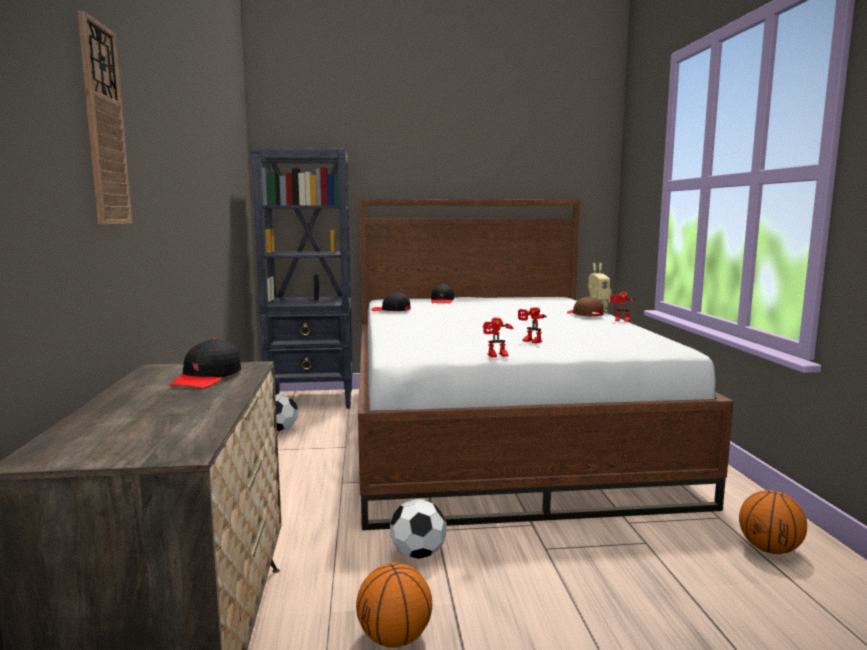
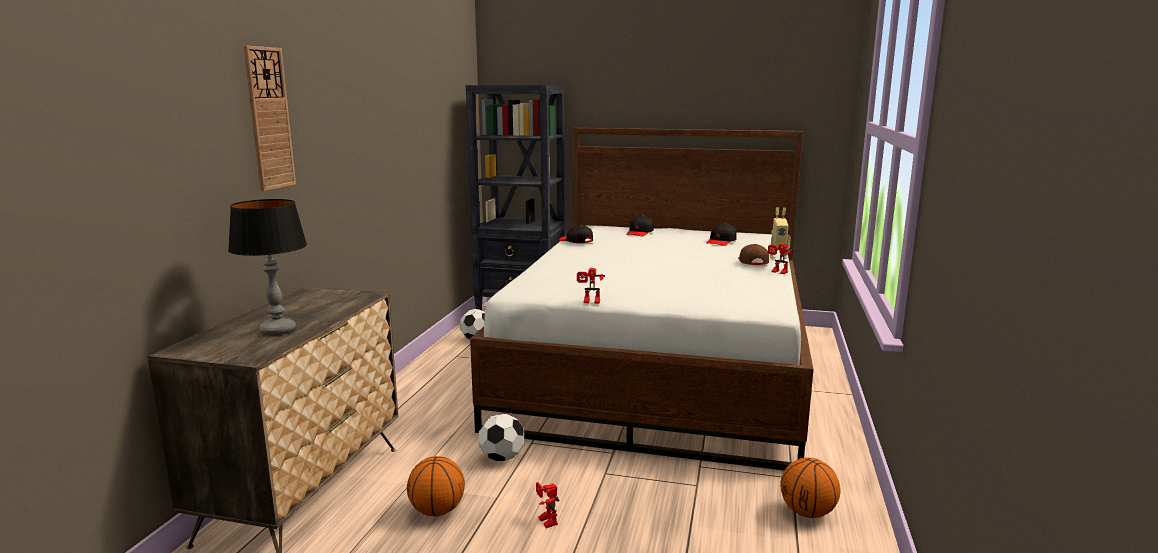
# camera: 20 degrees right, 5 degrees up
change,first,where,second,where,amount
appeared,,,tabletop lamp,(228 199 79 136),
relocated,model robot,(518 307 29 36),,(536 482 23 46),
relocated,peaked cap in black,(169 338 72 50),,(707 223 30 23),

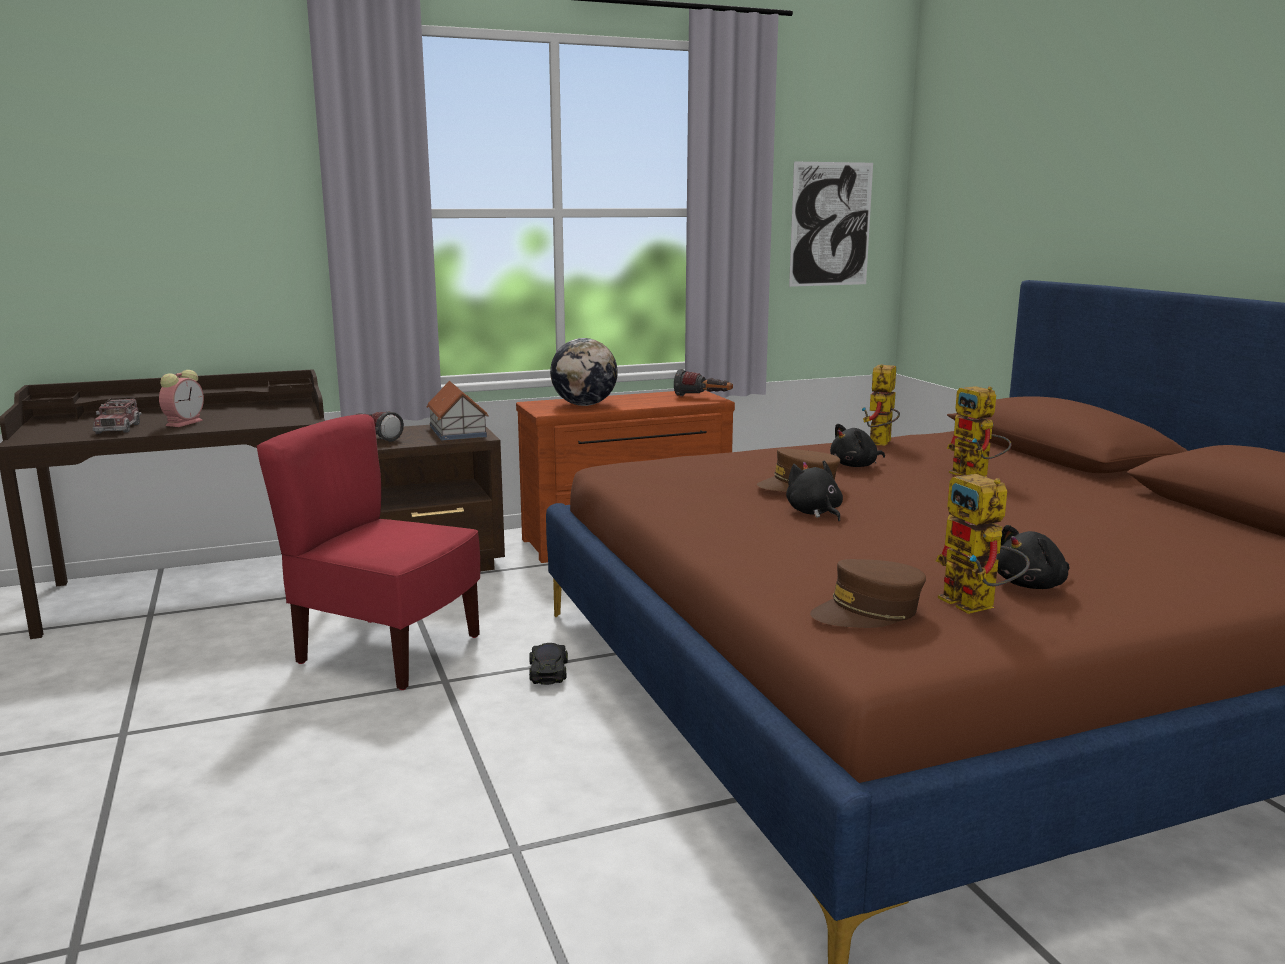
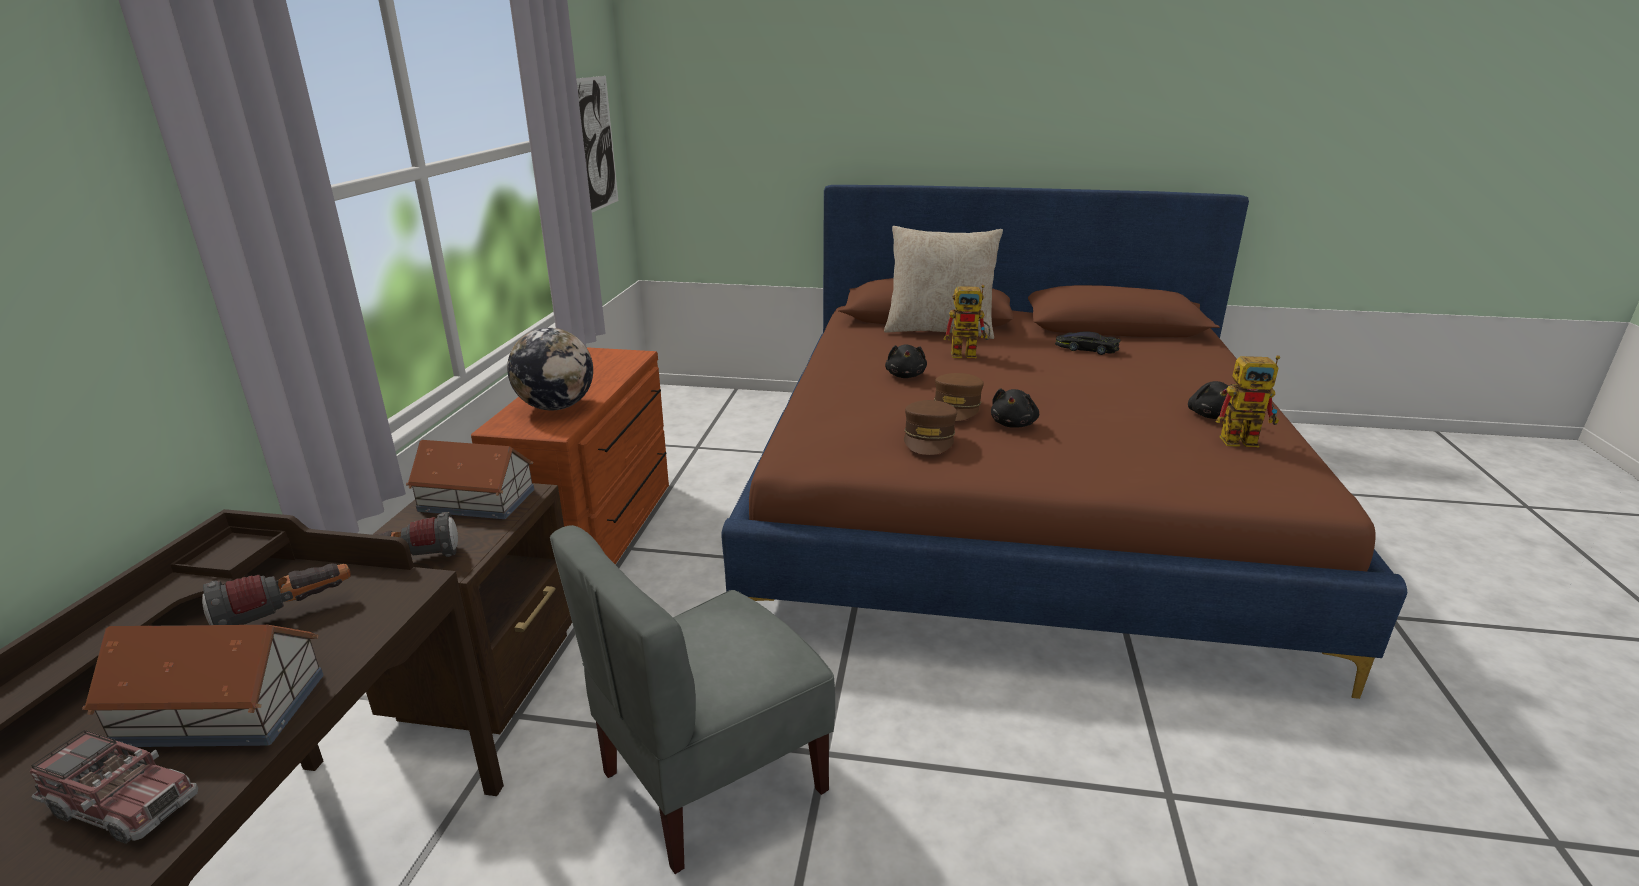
# camera: 60 degrees left, 10 degrees up
change,first,where,second,where,amount
exchanged,alarm clock,(159 370 45 57),model house,(82 625 242 122),
relocated,hand torch,(674 369 59 27),,(202 563 149 62),
colour,upright chair in reddish,(257 414 223 276),upright chair in gray,(550 525 285 349),
appeared,,,pillow in beige-coloured,(884 226 119 113),
relocated,peaked cap in brownish,(810 559 116 69),,(904 400 53 55),
spun,plush toy in black,(786 461 57 60),,(991 388 48 40),75 degrees counterclockwise
relocated,toy car in black,(529 643 39 42),,(1055 331 66 24),
missing,model robot,(862 364 38 82),,,

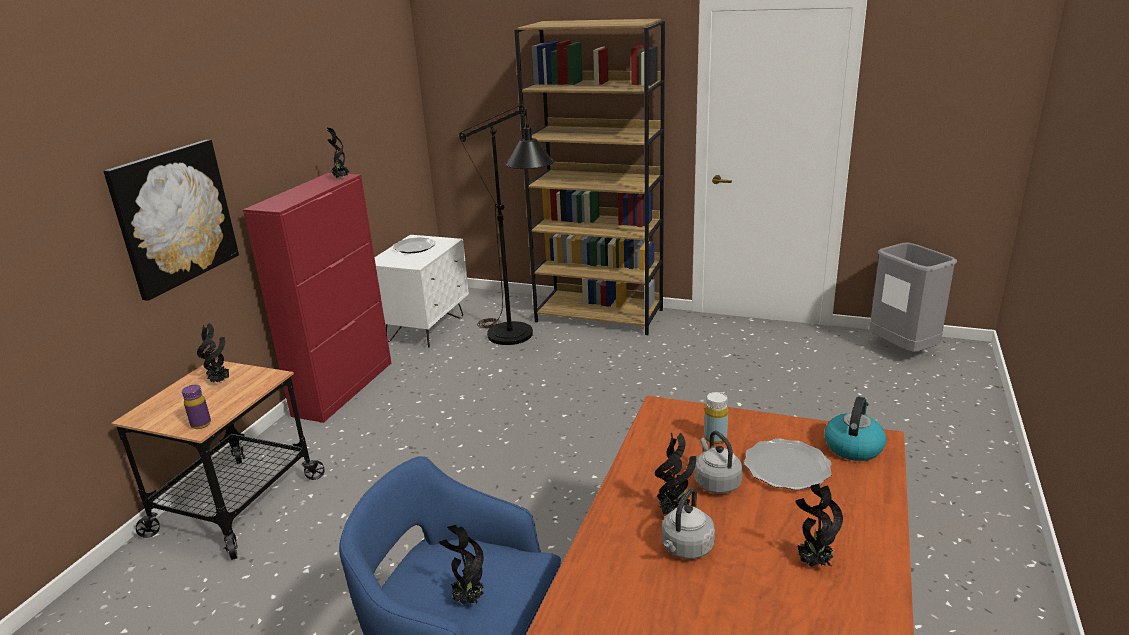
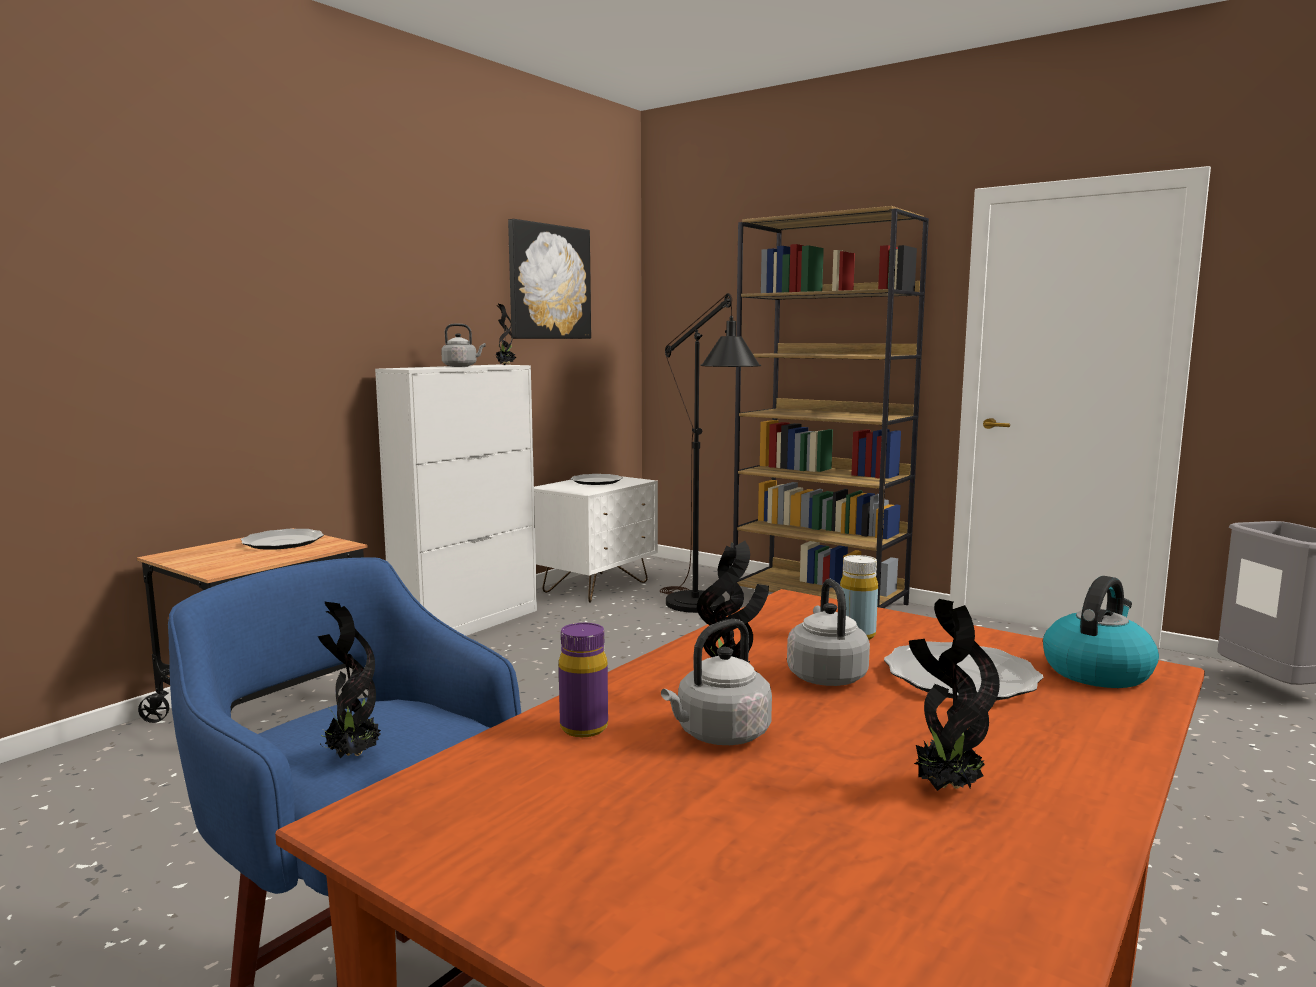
# camera: 15 degrees right, 15 degrees down
change,first,where,second,where,amount
exchanged,plant in a pot,(197 323 32 60),plate,(240 529 84 21),
colour,cabinet in reddish,(243 173 148 250),cabinet in white-coloured,(375 365 162 271),
appeared,,,kettle in gray,(441 323 45 44),
relocated,wall art,(103 140 136 161),,(508 219 83 120),
relocated,drink bottle in purple-coloured,(182 385 29 44),,(559 623 49 114),

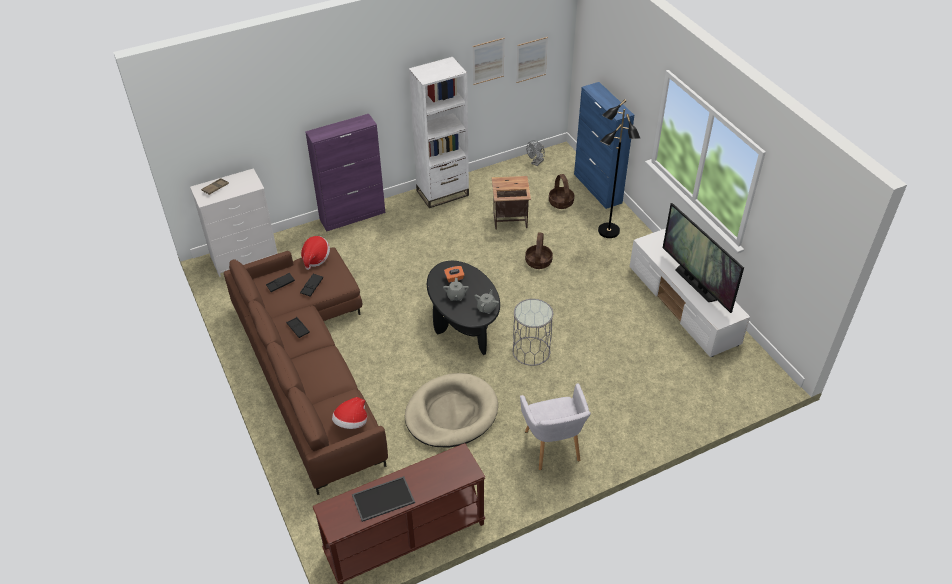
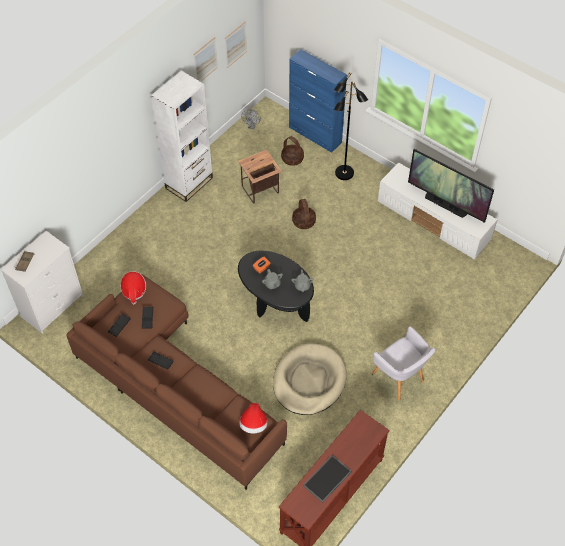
# camera: 25 degrees left, 10 degrees up
change,first,where,second,where,amount
missing,cabinet in purple-coloured,(305 114 80 117),,,
missing,side table in gray,(512 299 41 67),,,

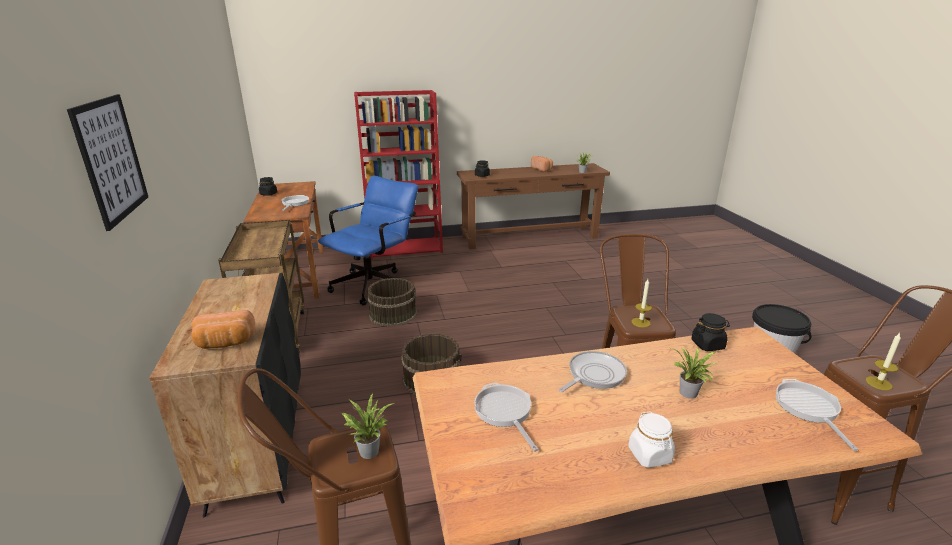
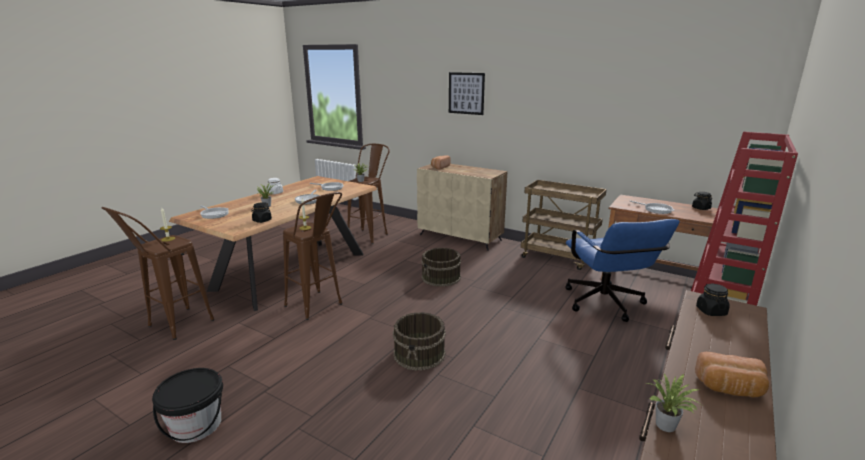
# camera: 135 degrees right, 5 degrees down
change,first,where,second,where,amount
relocated,pail in brownish,(367 278 50 49),,(393 312 53 59),
colour,cabinet in black,(149 273 152 244),cabinet in beige-coloured,(417 164 90 87),

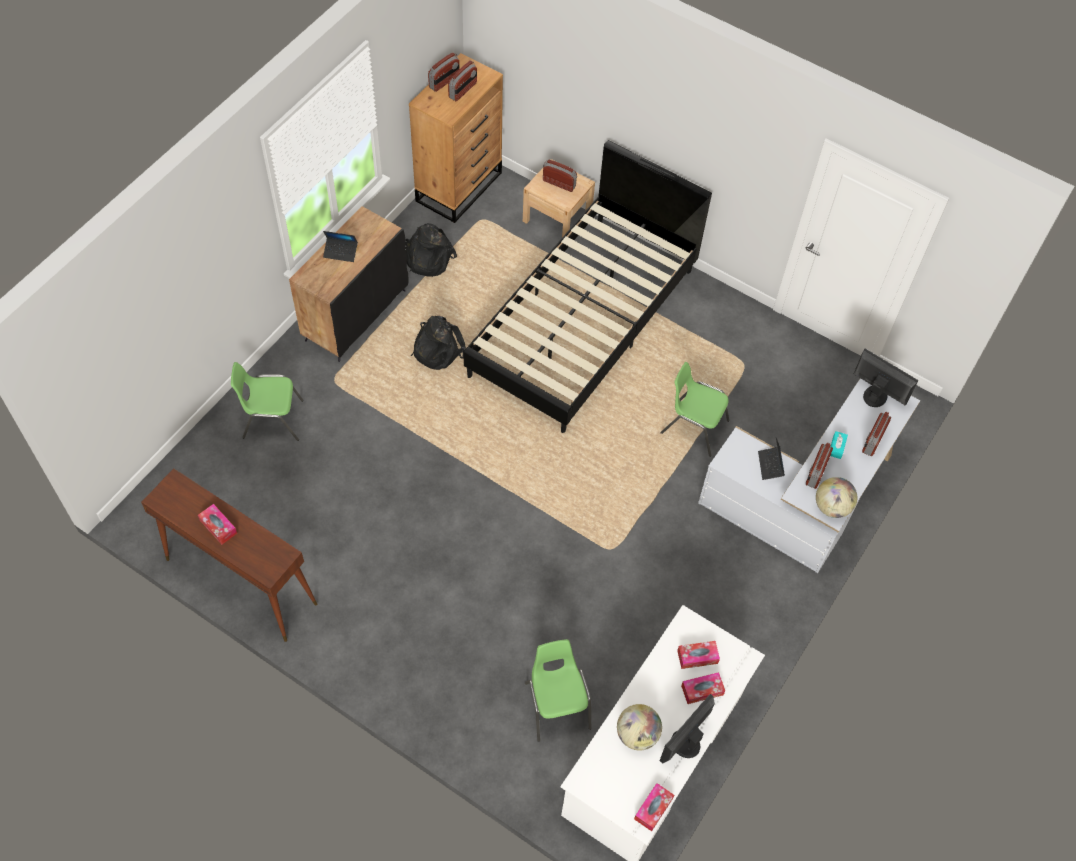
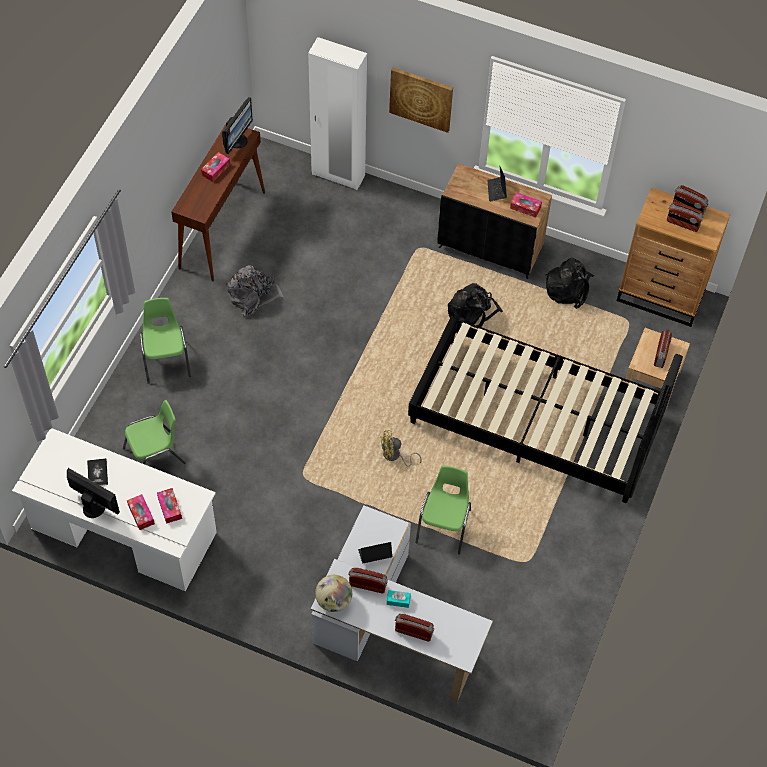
# camera: 80 degrees right, 0 degrees up
change,first,where,second,where,amount
exchanged,globe,(617 704 45 46),book,(87 458 21 28),
relocated,upright chair in green,(231 362 72 79),,(140 298 51 86),
relocated,computer screen,(854 348 65 59),,(222 97 31 57),
appeared,,,knapsack in gray,(227 265 56 51),
appeared,,,wardrobe in white-coloured,(308 37 59 153),
appeared,,,fan in yellow-coloured,(380 430 41 37),
appeared,,,wall art,(389 67 64 66),
relocated,tissue box,(634 783 40 48),,(510 192 32 26),

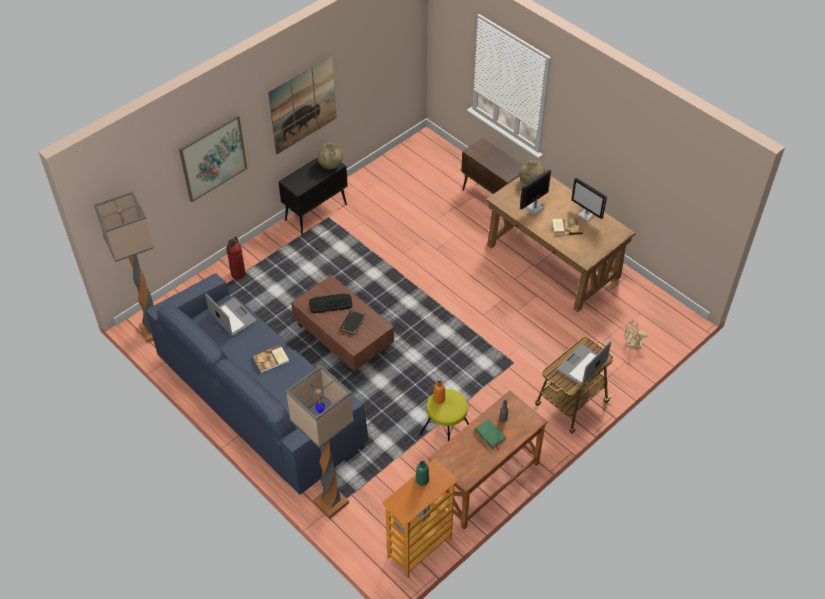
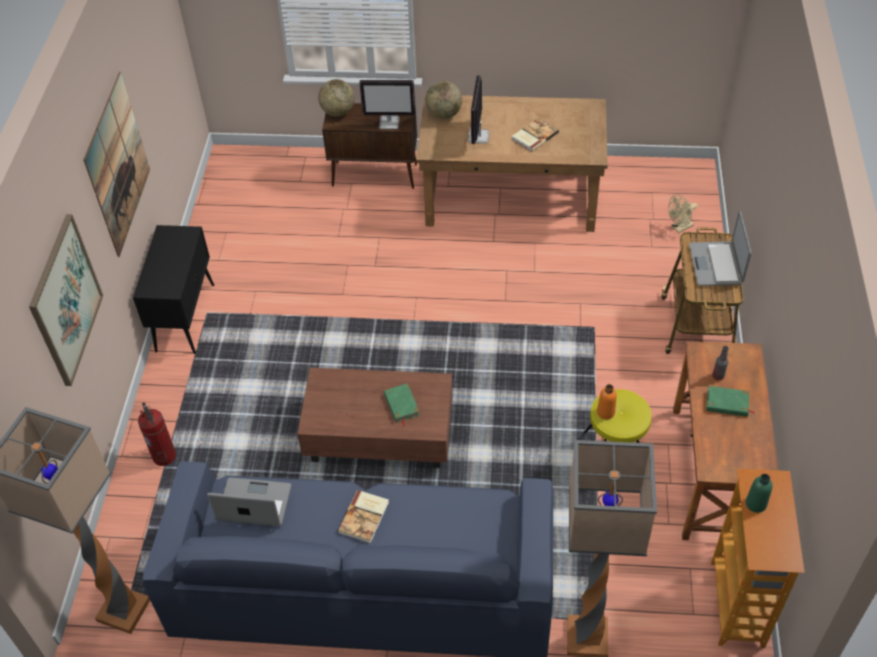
# camera: 40 degrees left, 0 degrees up
change,first,where,second,where,amount
relocated,globe,(317 143 26 26),,(318 79 37 37),
relocated,computer screen,(571 178 36 44),,(359 80 57 49),
colour,book in black,(340 310 25 25),book in green,(384 383 36 43),
missing,keyboard,(309 294 44 19),,,

